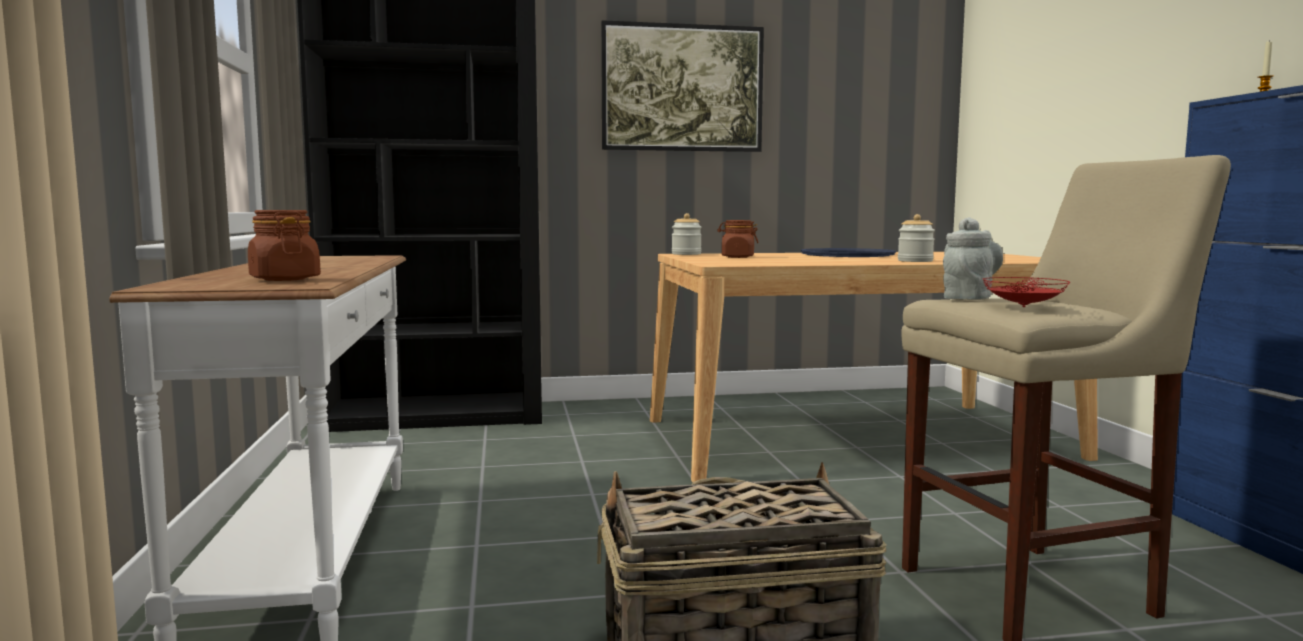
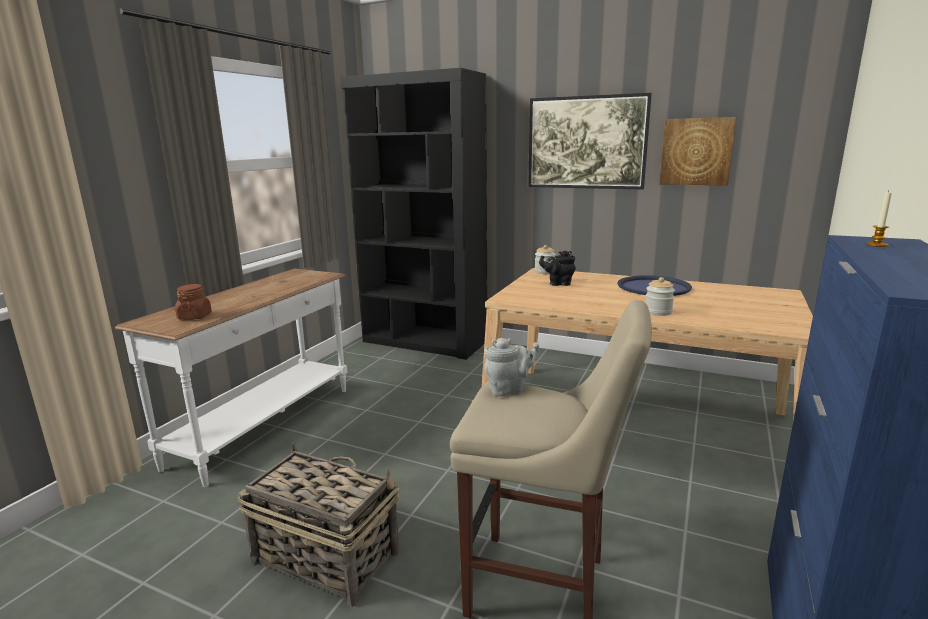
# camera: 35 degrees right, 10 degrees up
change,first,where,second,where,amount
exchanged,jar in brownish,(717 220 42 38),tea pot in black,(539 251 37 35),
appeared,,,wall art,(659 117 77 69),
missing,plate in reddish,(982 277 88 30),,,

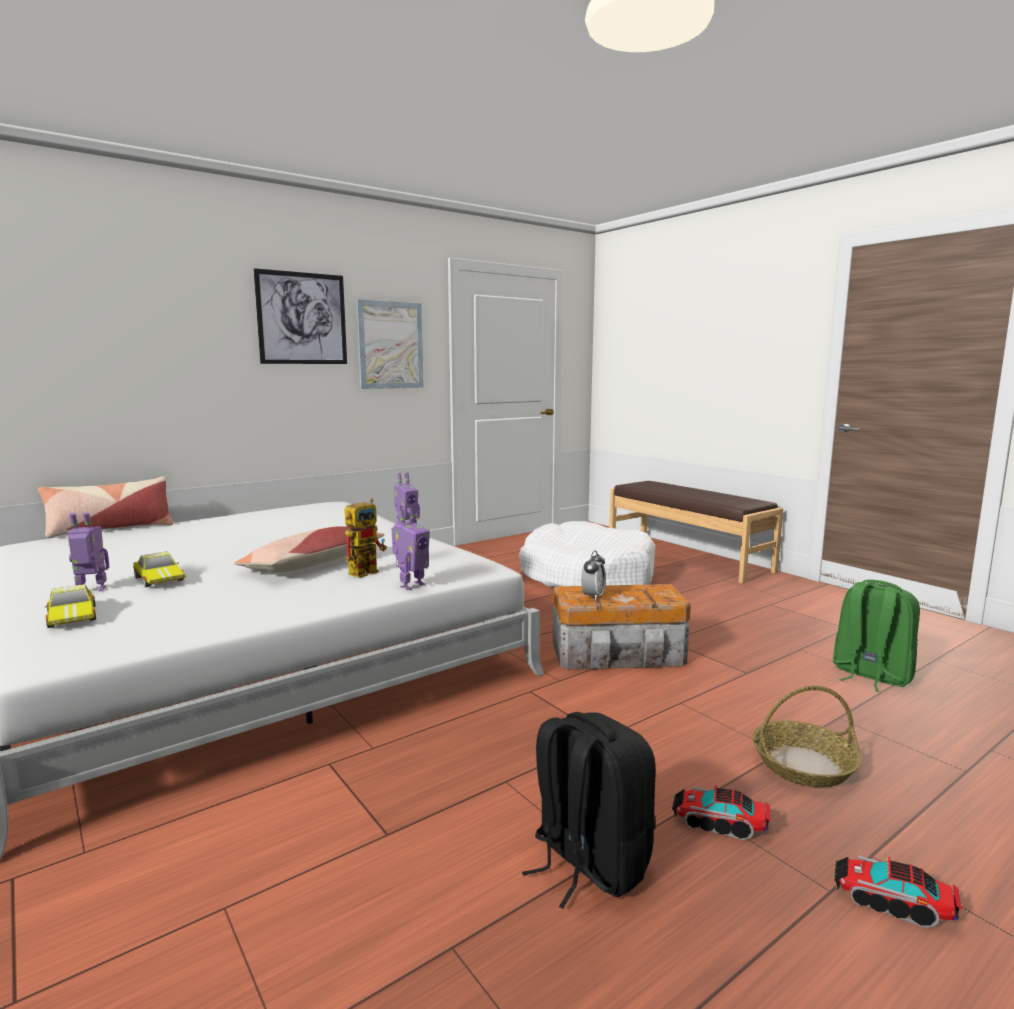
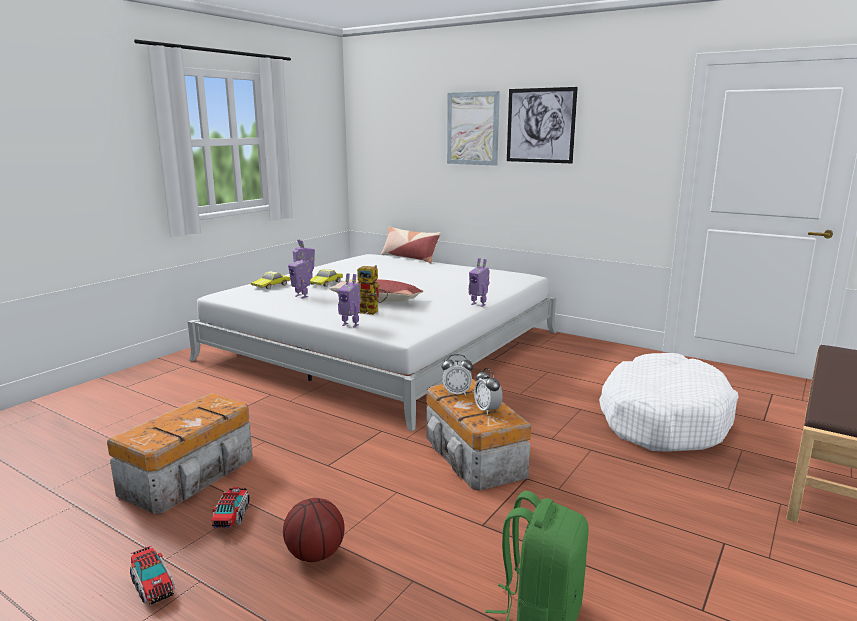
# camera: 70 degrees right, 5 degrees up
change,first,where,second,where,amount
exchanged,knapsack in black,(522 712 134 197),storage box,(107 393 146 121),
spun,toy lorry,(834 855 128 73),,(130 546 45 59),135 degrees clockwise
exchanged,basket,(752 686 110 102),ball for basketball,(283 498 62 64),
appeared,,,model robot,(288 252 24 47),
relocated,wall art,(356 299 68 90),,(447 91 53 75),
appeared,,,alarm clock,(474 368 28 47),

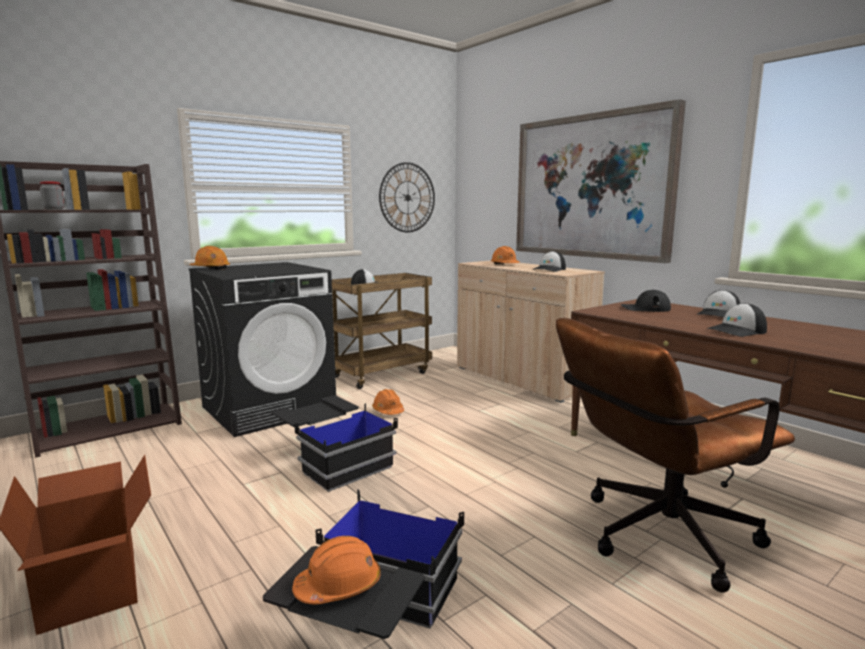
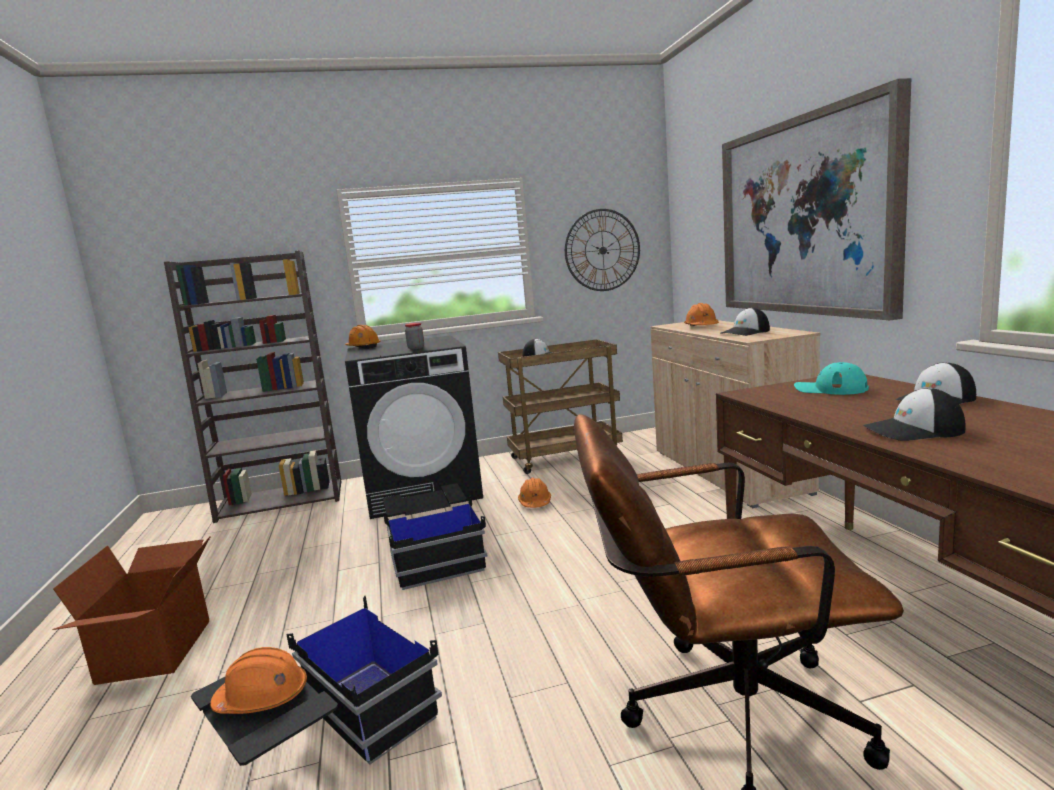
# camera: 25 degrees right, 0 degrees up
change,first,where,second,where,amount
relocated,jar,(40 181 24 29),,(405 323 19 26),
colour,peaked cap in black,(620 290 51 22),peaked cap in turquoise,(794 362 75 33),

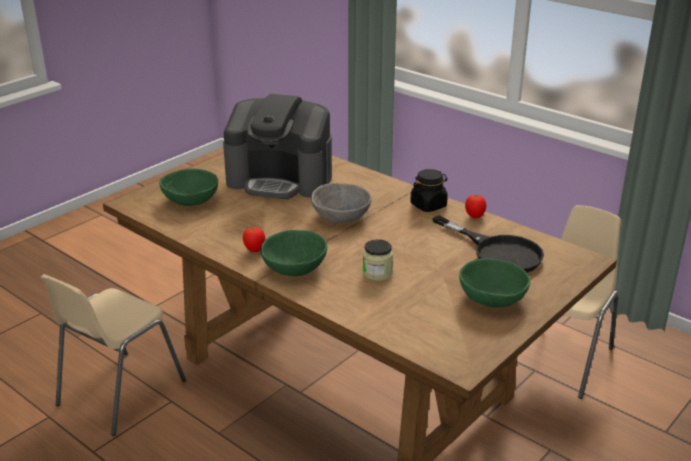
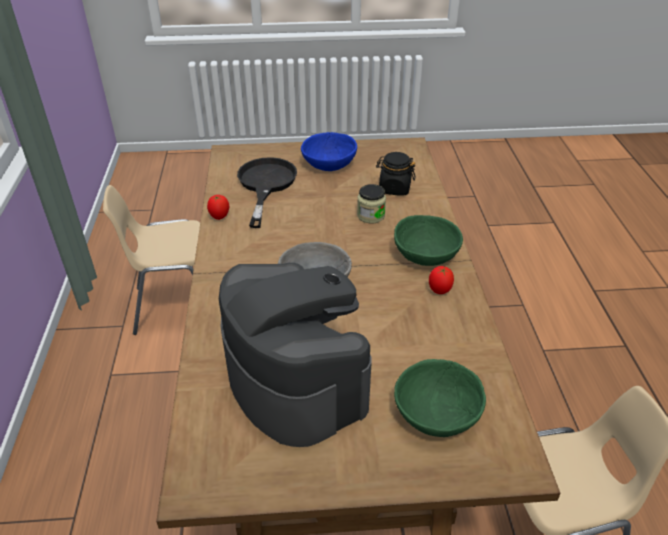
# camera: 135 degrees left, 10 degrees up
change,first,where,second,where,amount
colour,serving bowl in green,(459 258 72 49),serving bowl in blue,(301 132 56 39),
relocated,jar in black,(410 169 38 43),,(376 152 39 43),

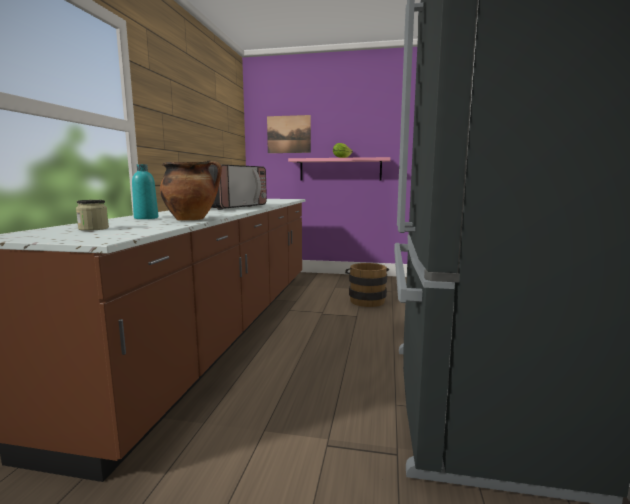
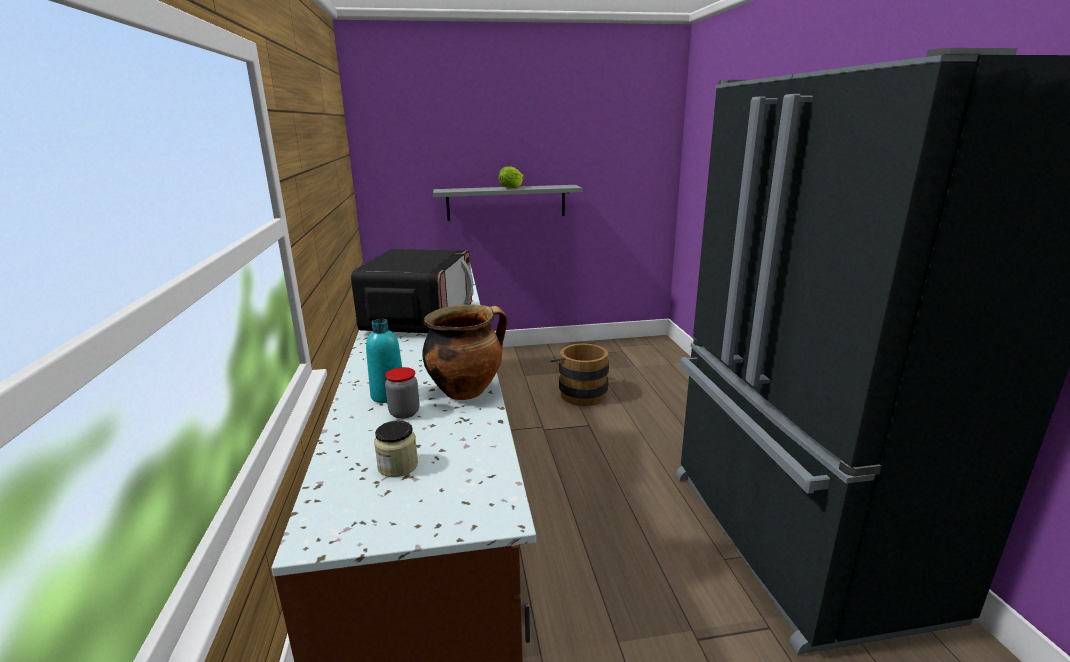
# camera: 20 degrees left, 10 degrees up
change,first,where,second,where,amount
appeared,,,jar,(385 367 34 52),
colour,wall shelf in pinkish,(288 157 103 24),wall shelf in gray,(433 185 149 36),
missing,wall art,(267 115 44 38),,,

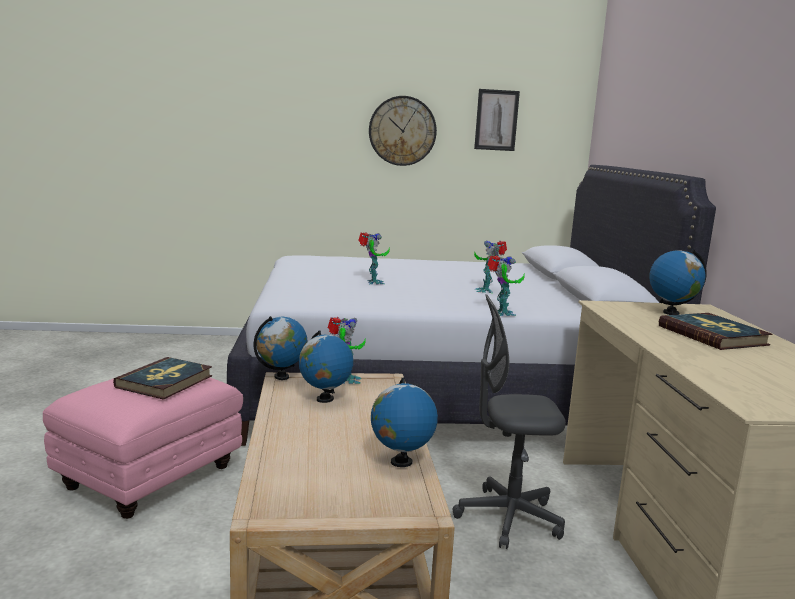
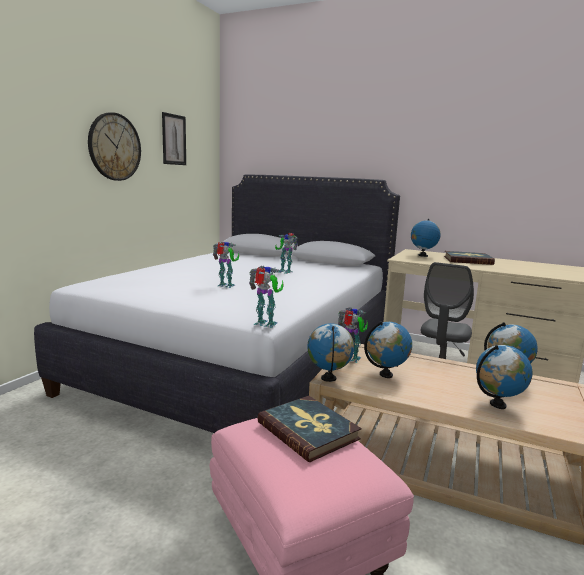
# camera: 60 degrees left, 0 degrees up
change,first,where,second,where,amount
relocated,model robot,(487 255 38 61),,(249 266 35 62),
appeared,,,globe,(476 345 56 64),

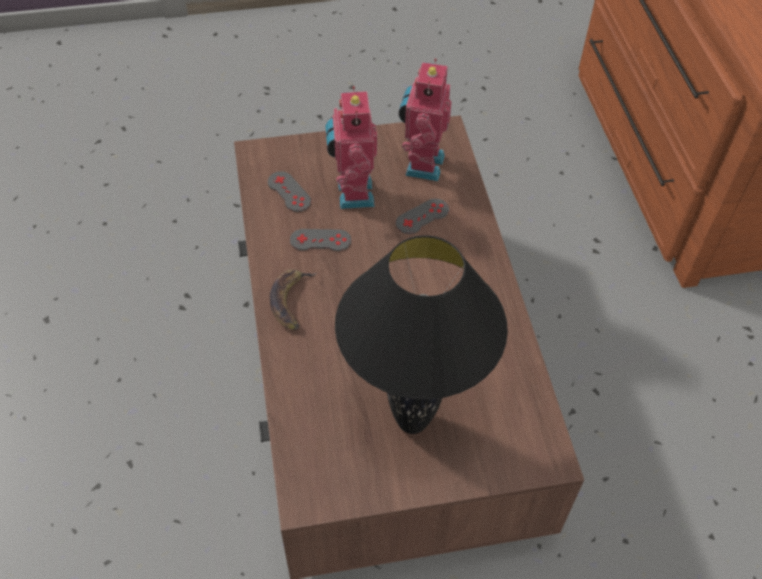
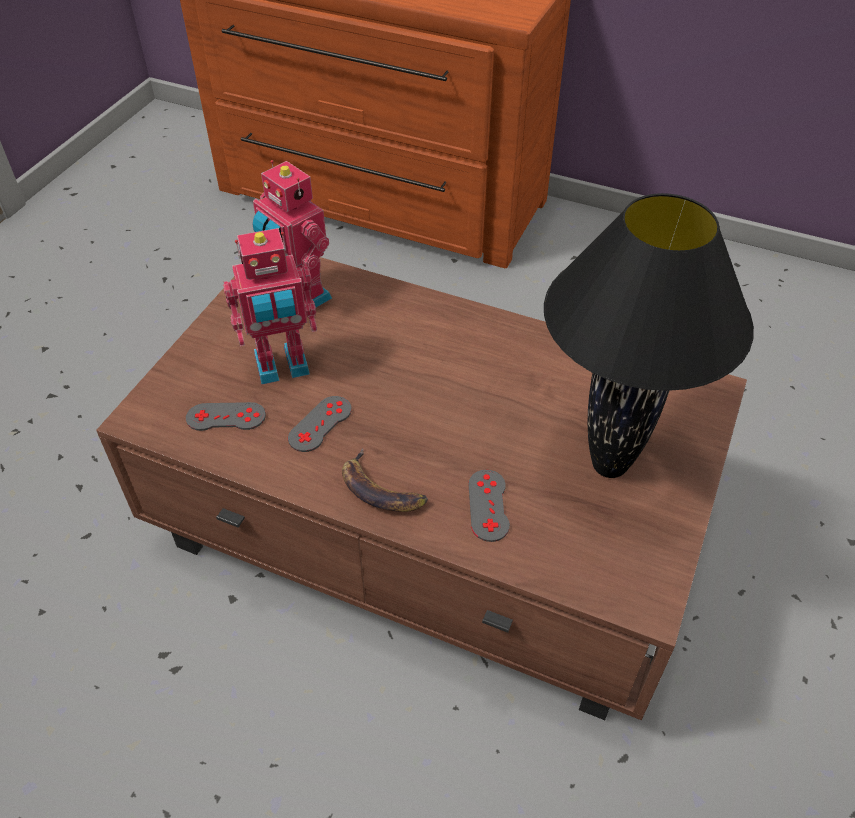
# camera: 55 degrees left, 5 degrees down
change,first,where,second,where,amount
spun,model robot,(325 86 52 123),,(223 228 94 157),45 degrees counterclockwise
relocated,joypad in gray,(396 199 53 35),,(468 470 42 72),

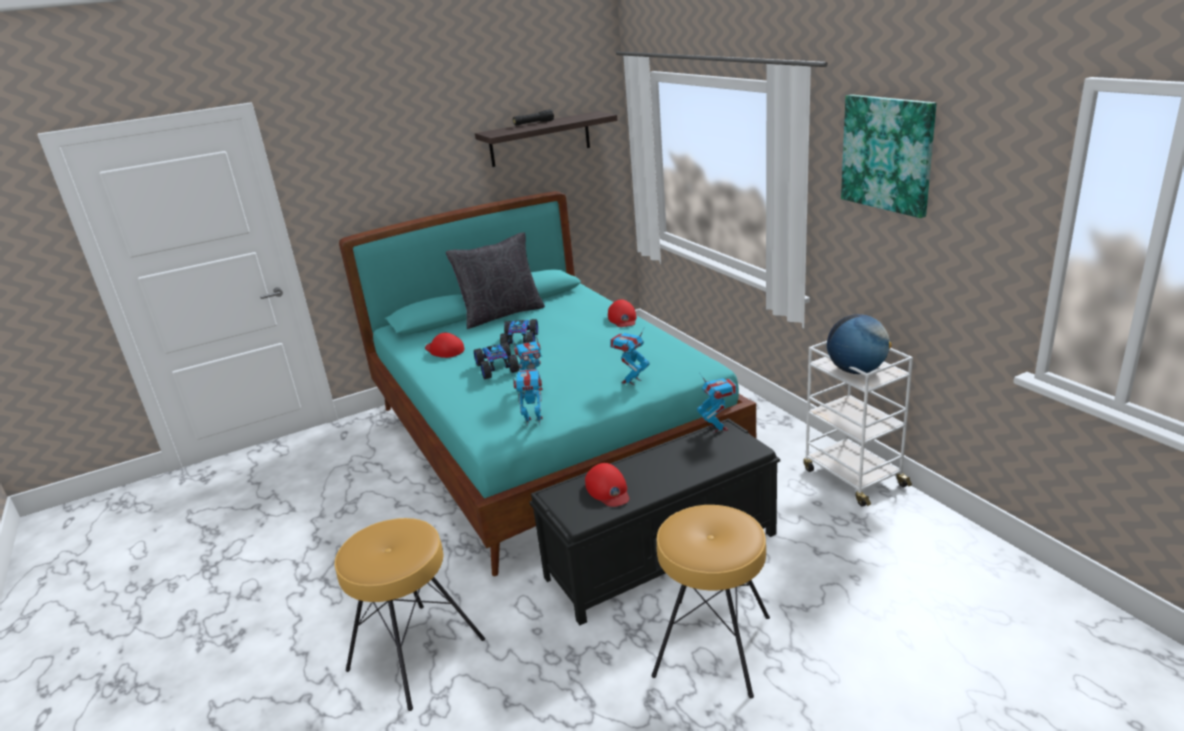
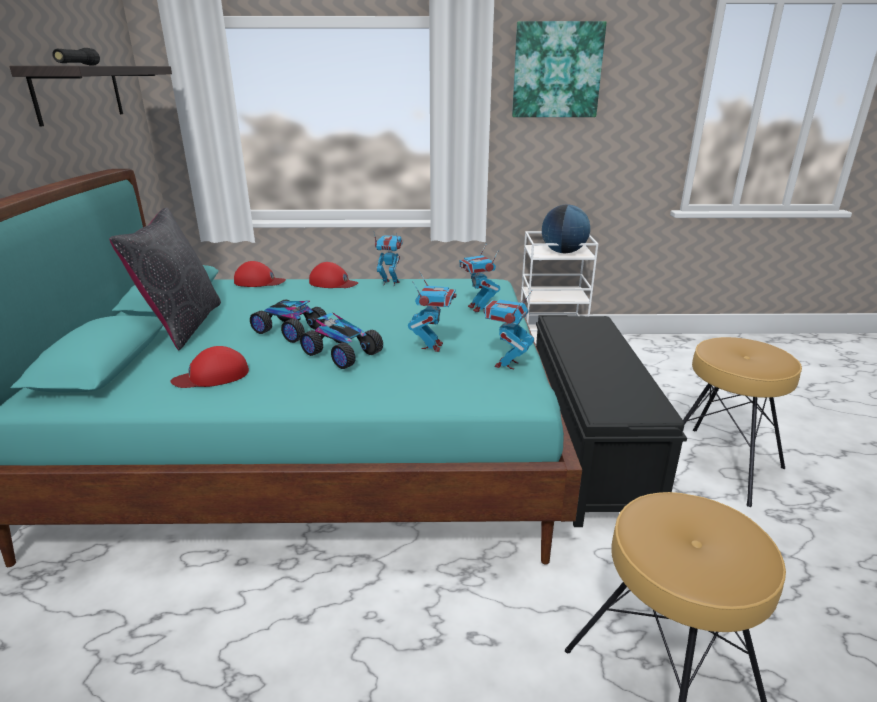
# camera: 65 degrees left, 0 degrees up
change,first,where,second,where,amount
relocated,peaked cap in reddish,(585 463 45 44),,(234 261 52 26),
spun,toy car,(474 342 45 37),,(300 312 83 57),150 degrees counterclockwise
relocated,model robot,(697 374 40 59),,(373 231 30 55),

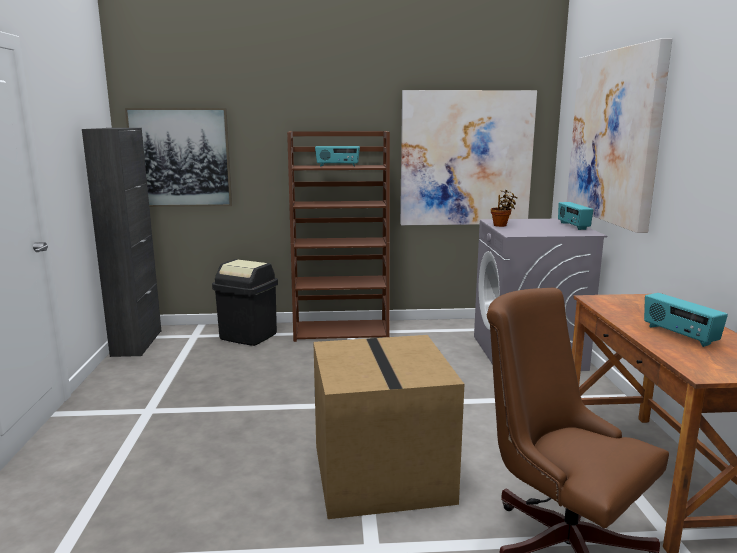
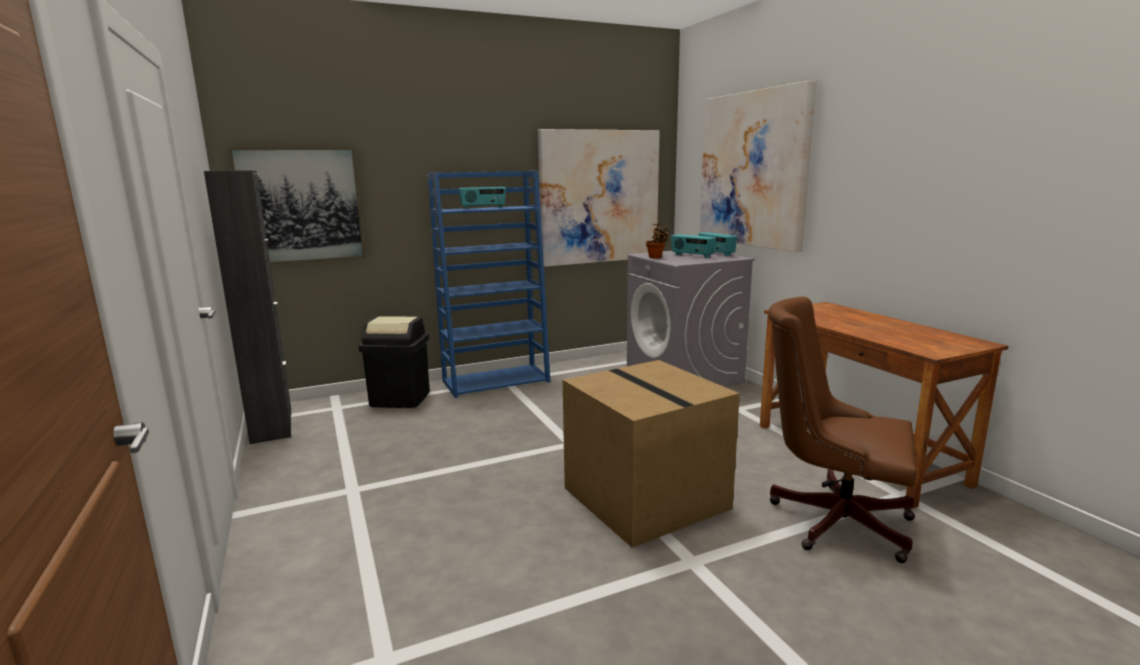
# camera: 20 degrees left, 0 degrees up
change,first,where,second,where,amount
colour,bookcase in brownish,(287 131 103 211),bookcase in blue,(427 171 124 227),
relocated,radio,(644 293 84 54),,(671 234 45 24),

